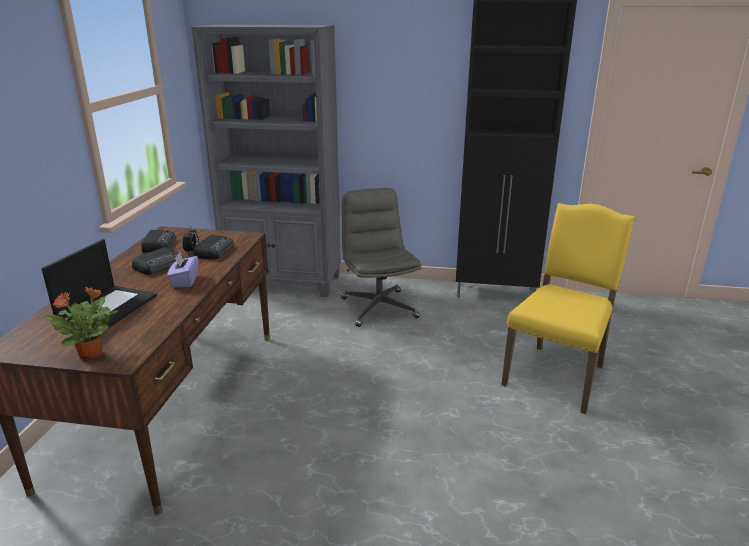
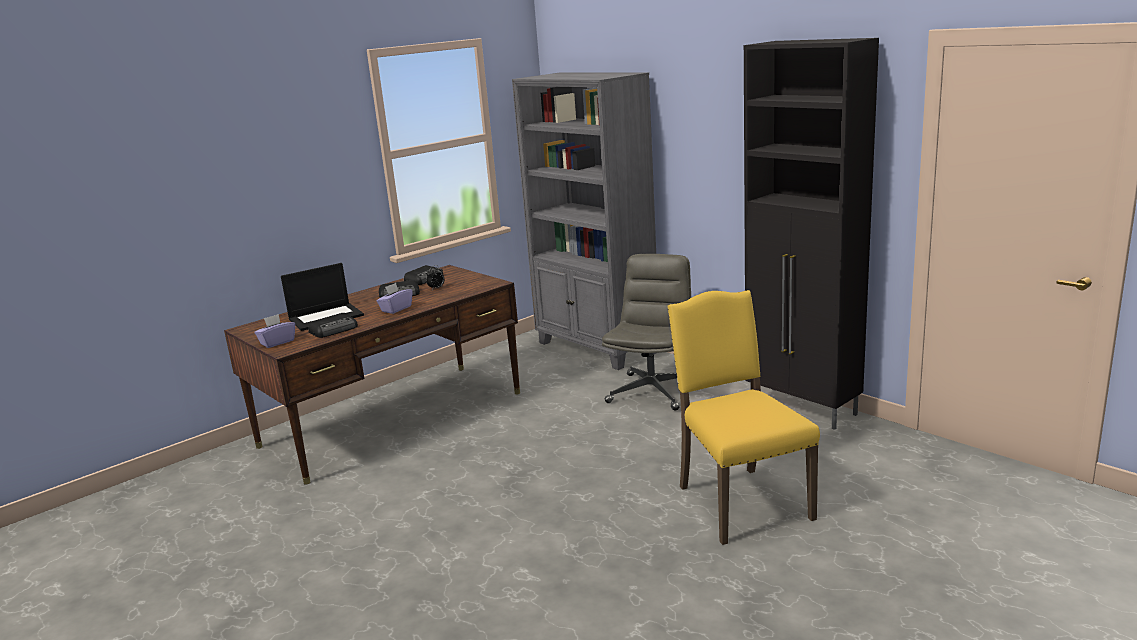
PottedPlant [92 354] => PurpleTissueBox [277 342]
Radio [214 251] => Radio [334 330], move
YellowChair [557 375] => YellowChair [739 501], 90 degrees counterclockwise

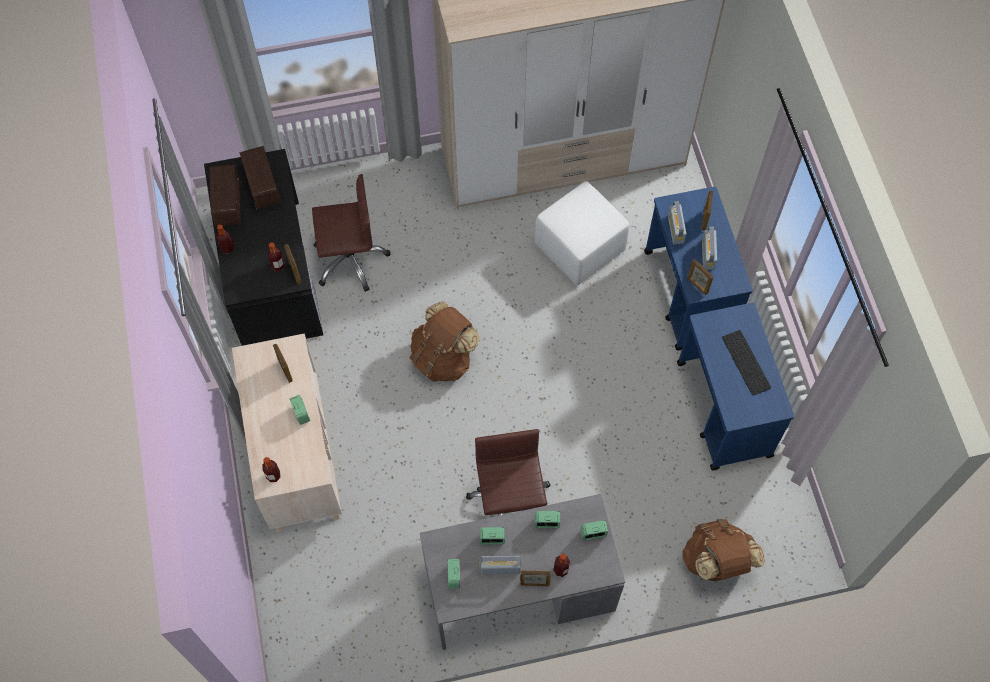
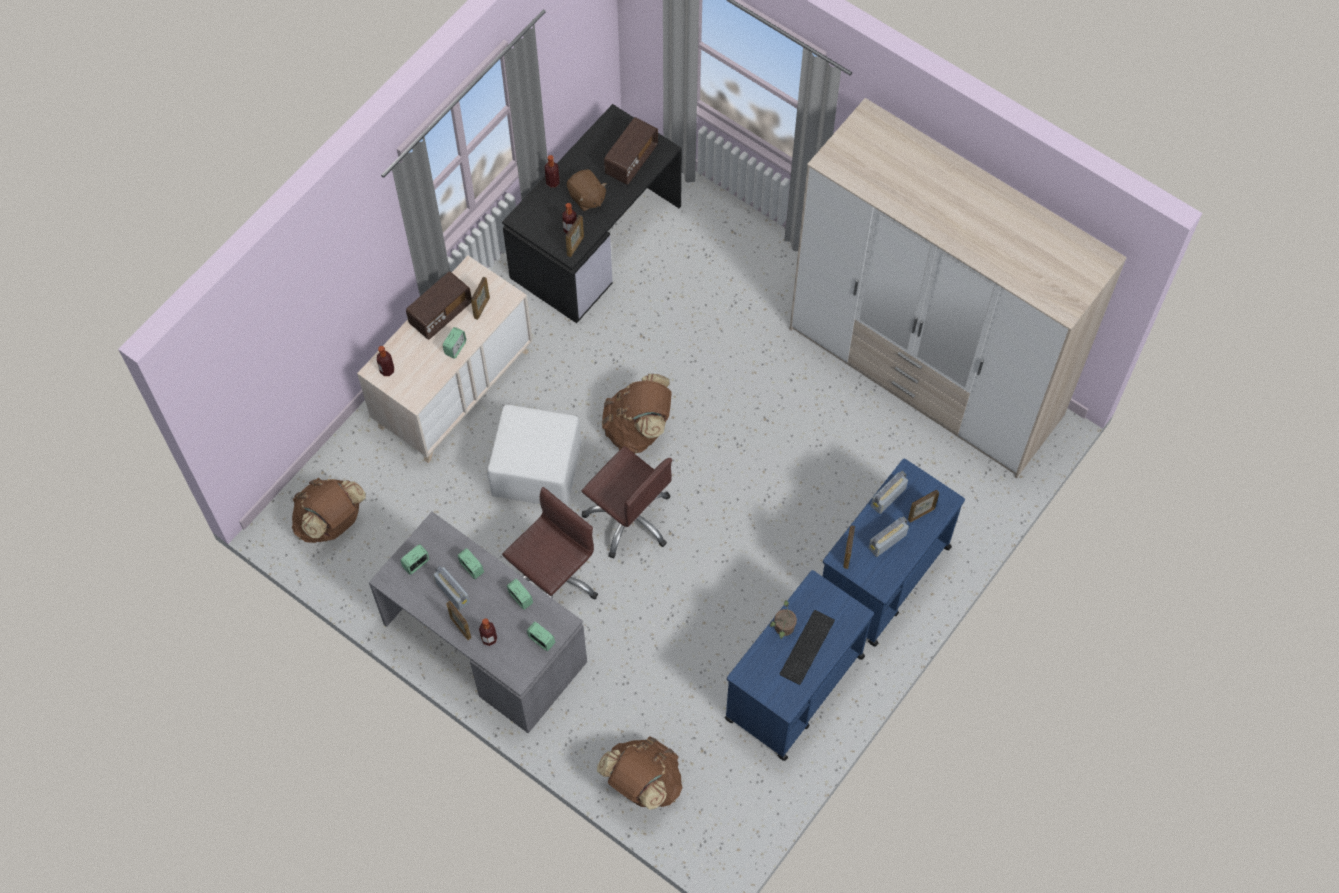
nothing => BrownBackpack [331 522]
Radio [228 203] => Radio [440 314], move
WhiteOttoman [580 247] => WhiteOttoman [538 470], move
nothing => BrownPlushToy [586 197]
BrownOfficeChair [350 259] => BrownOfficeChair [629 518], move
nothing => PottedPlant [783 629]

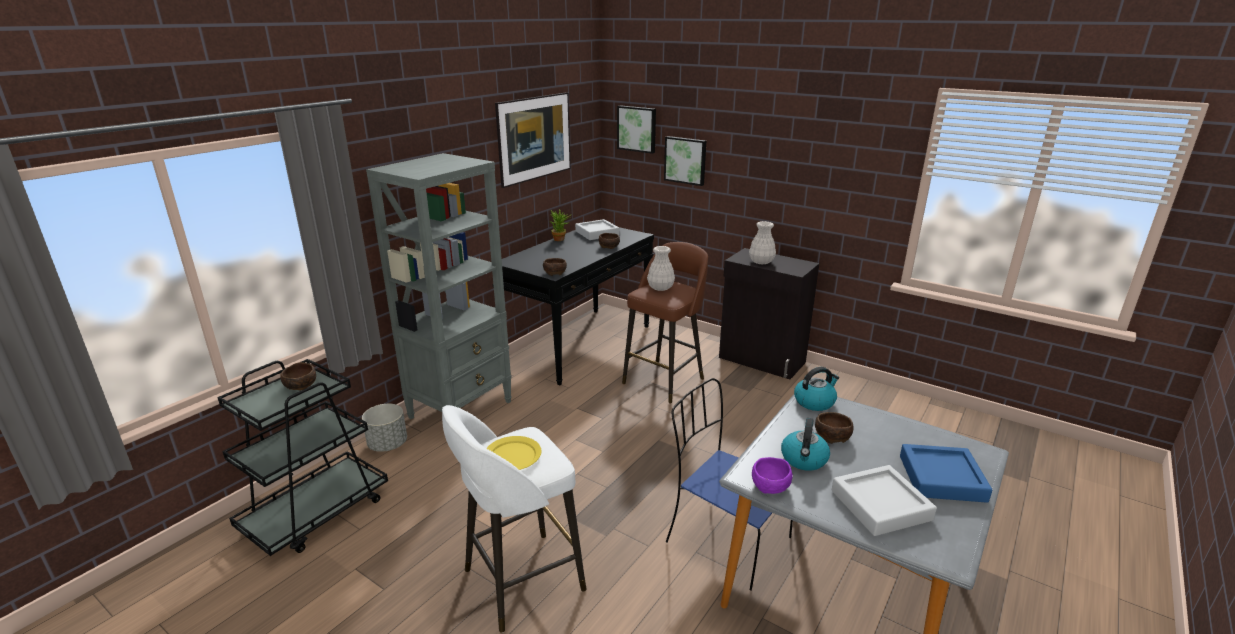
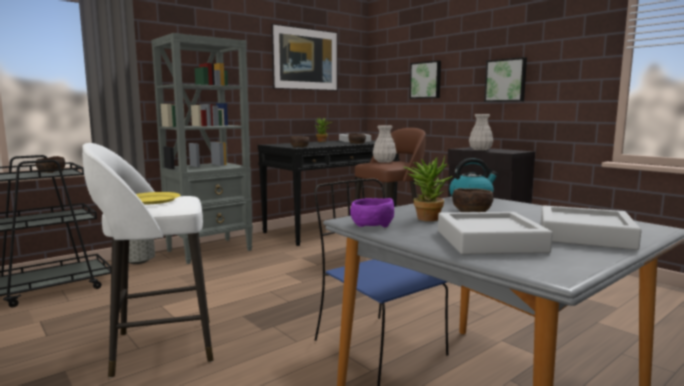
Kettle [804 460] => PottedPlant [426 217]
Picture [637 129] => Picture [506 80], move
BlueTray [941 478] => GreyTray [584 235]

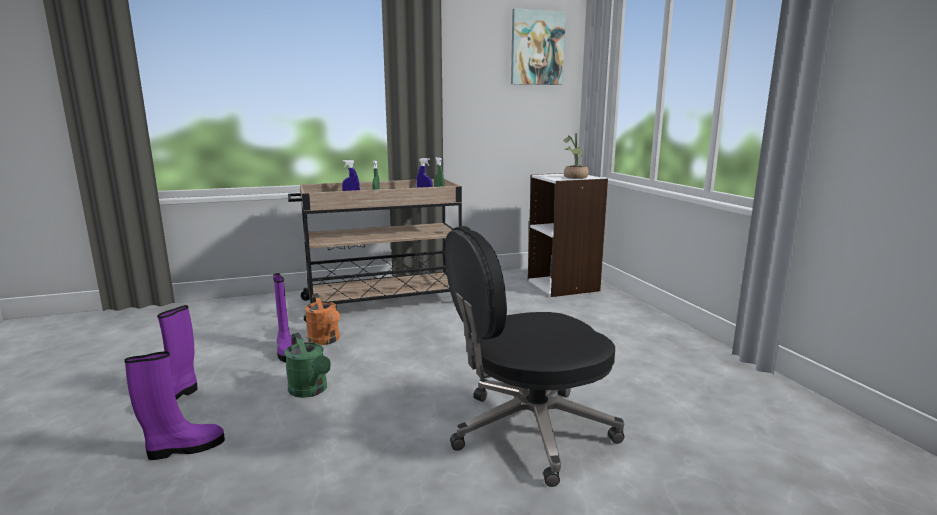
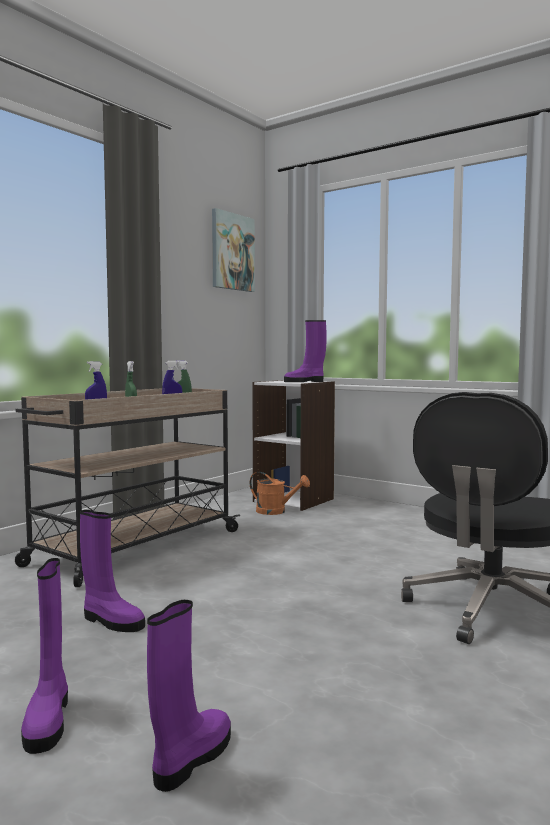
OrangeWateringCan [325 341] => OrangeWateringCan [276 511], move
PottedPlant [574 177] => PurpleBoot [305 381]
GreenWateringCan [310 391] => nothing

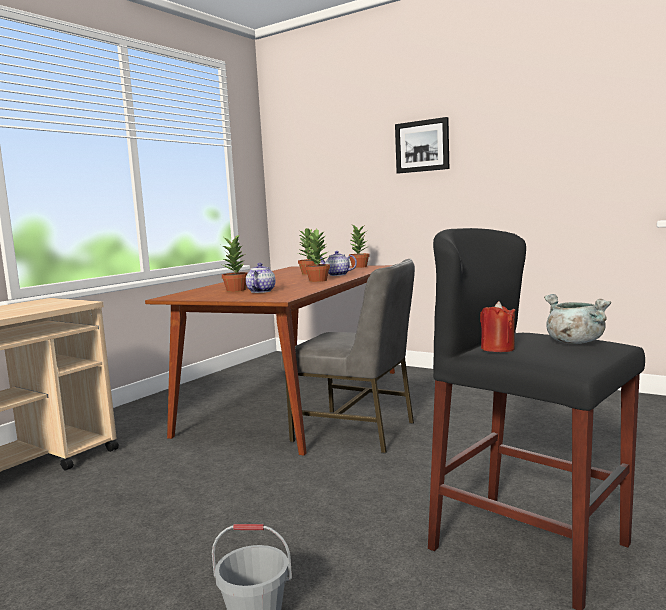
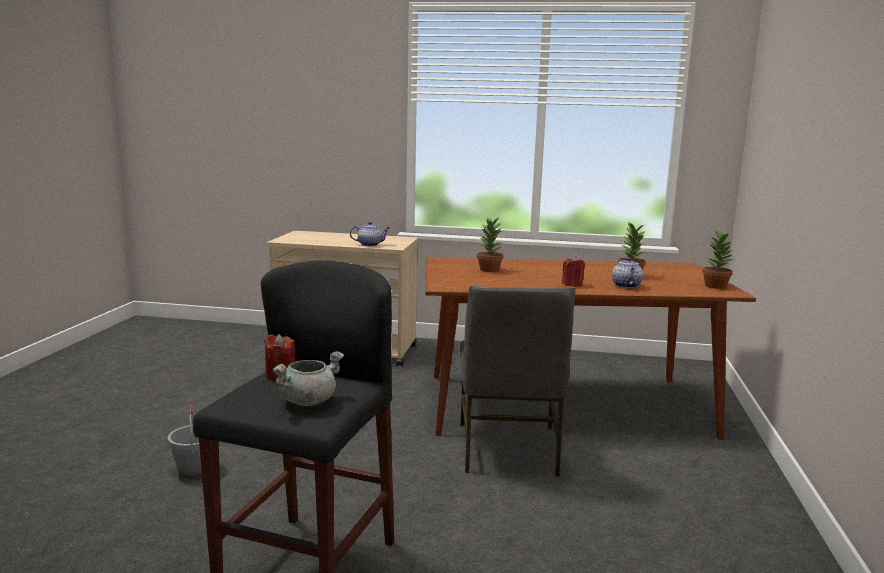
Teapot [261 291] => Teapot [370 245], move
PottedPlant [318 280] => RedCandle [572 284]
Picture [422 146] => nothing

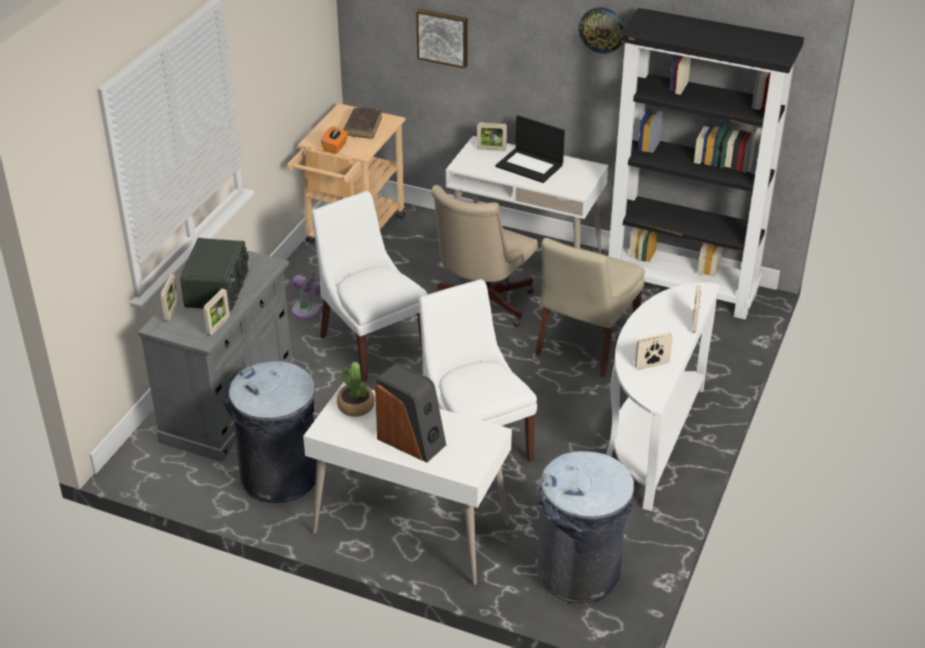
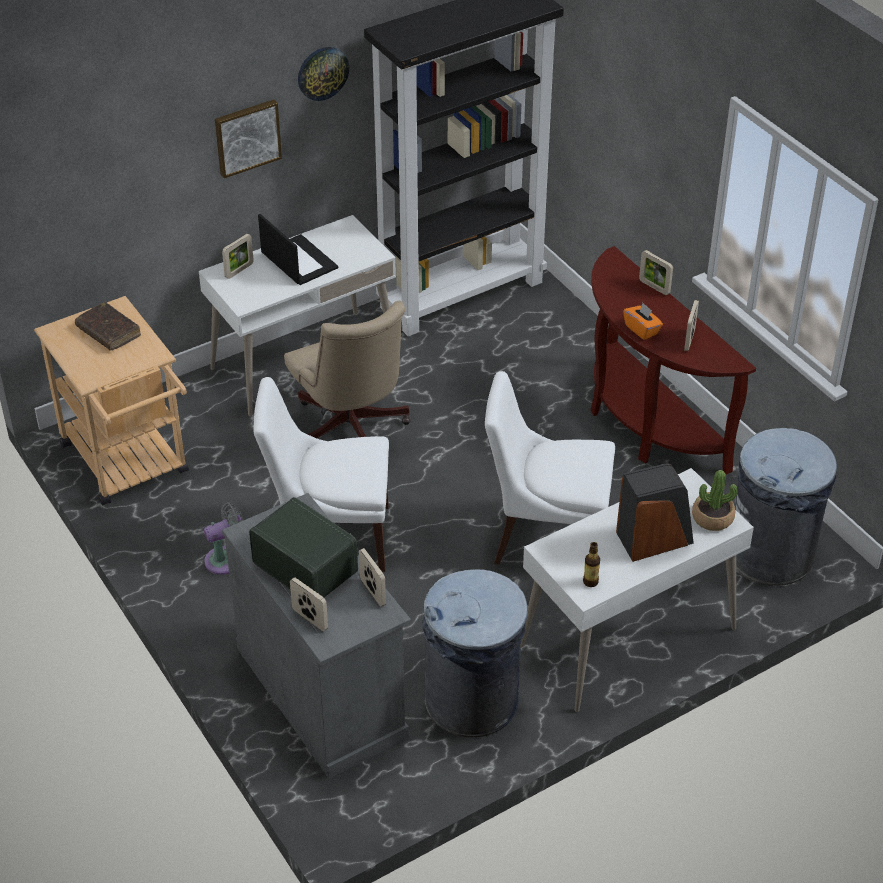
Picture [443 37] => Picture [247 137], move
Laptop [530 165] => Laptop [298 260], 105 degrees counterclockwise
nothing => Bottle [590 582]
WhiteConsoleTable [651 440] => BrownConsoleTable [645 423]
OrangeTissueBox [335 147] => OrangeTissueBox [642 329], move
PottedPlant [355 406] => PottedPlant [712 518], move
BeigeChair [585 345] => nothing

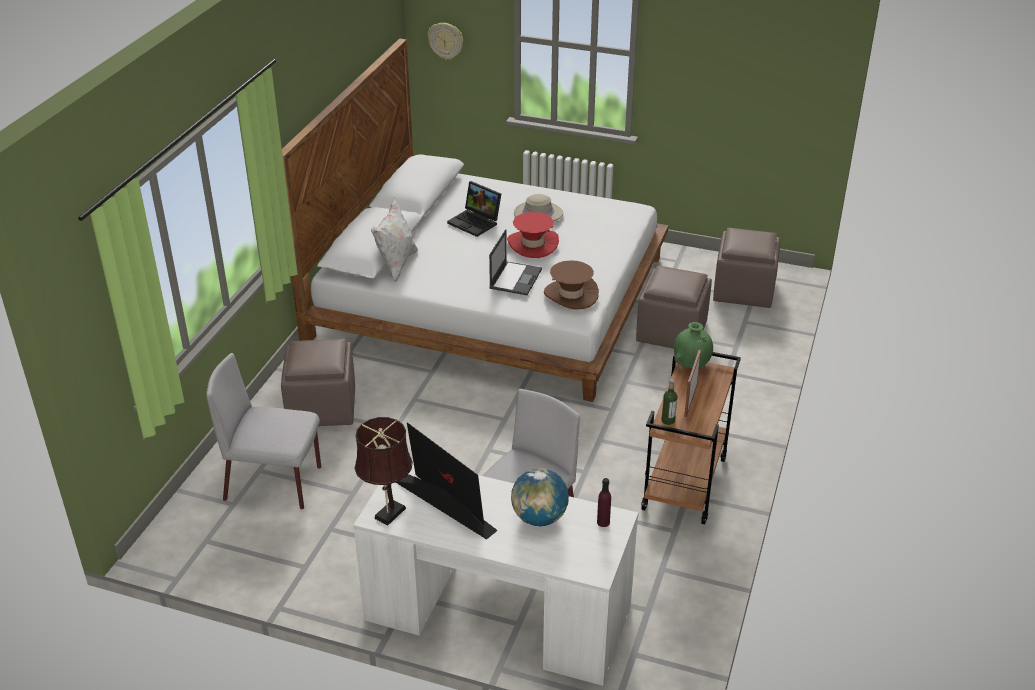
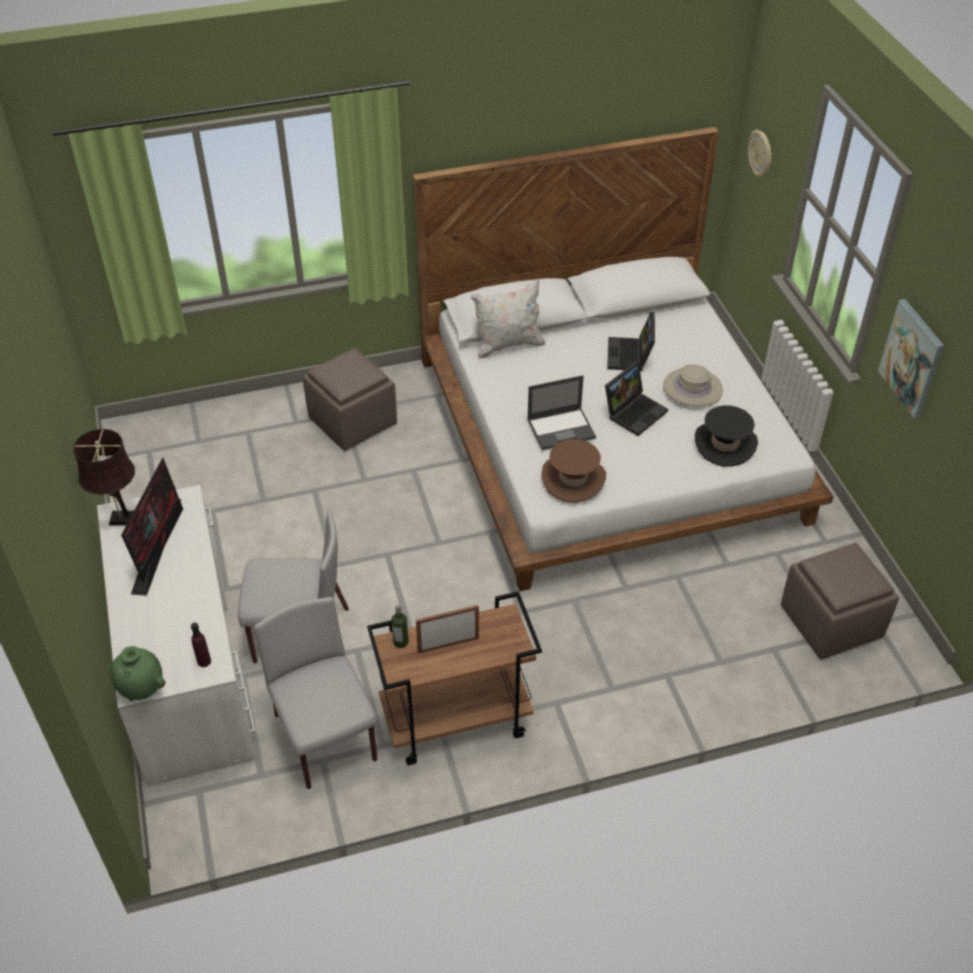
GreenVase [691 365] => GreenVase [142 690], move
GreyChair [275 483] => GreyChair [326 739], move
RedHat [533 244] => Laptop [634 411]
nothing => BlackHat [725 444]
nothing => Picture [912 358]
Globe [539 518] => nothing
BrownOttoman [671 332] => nothing

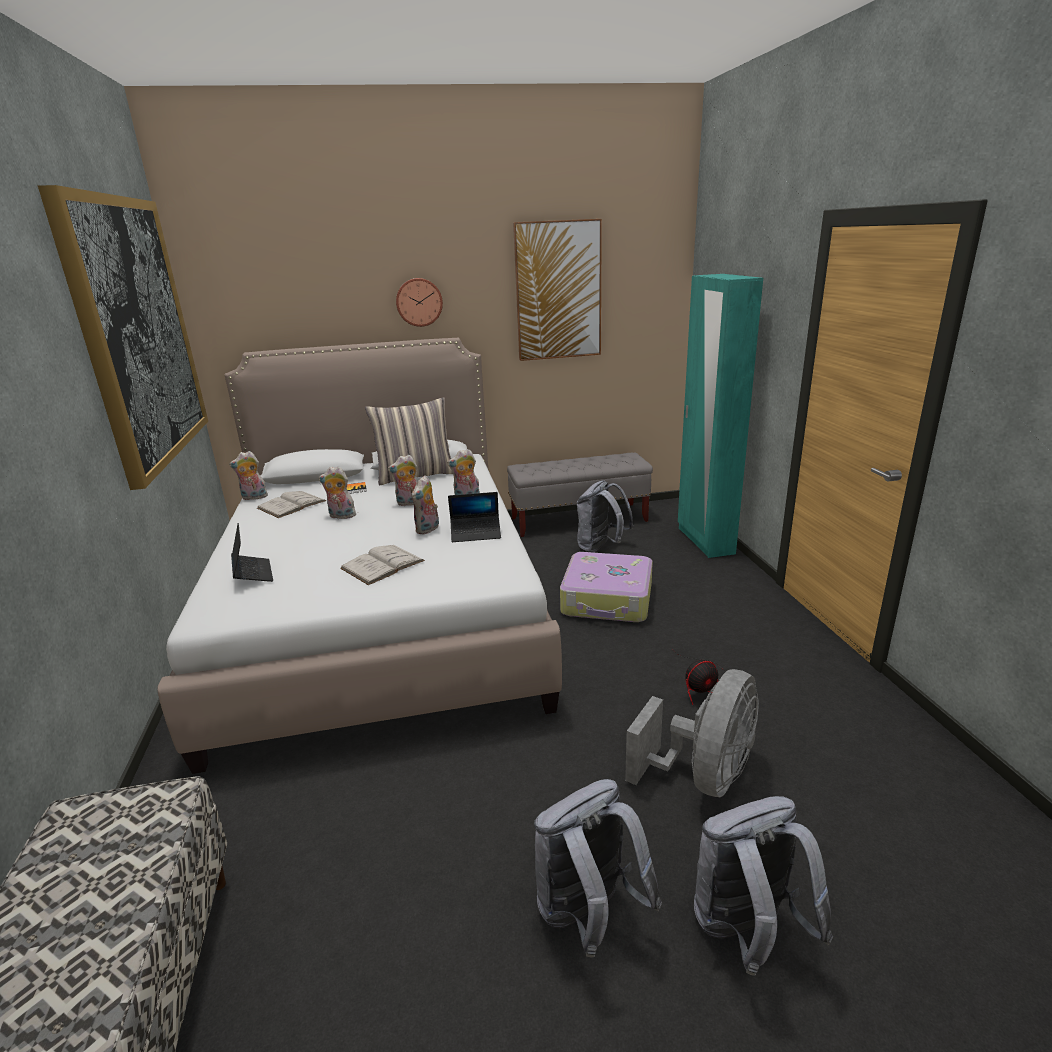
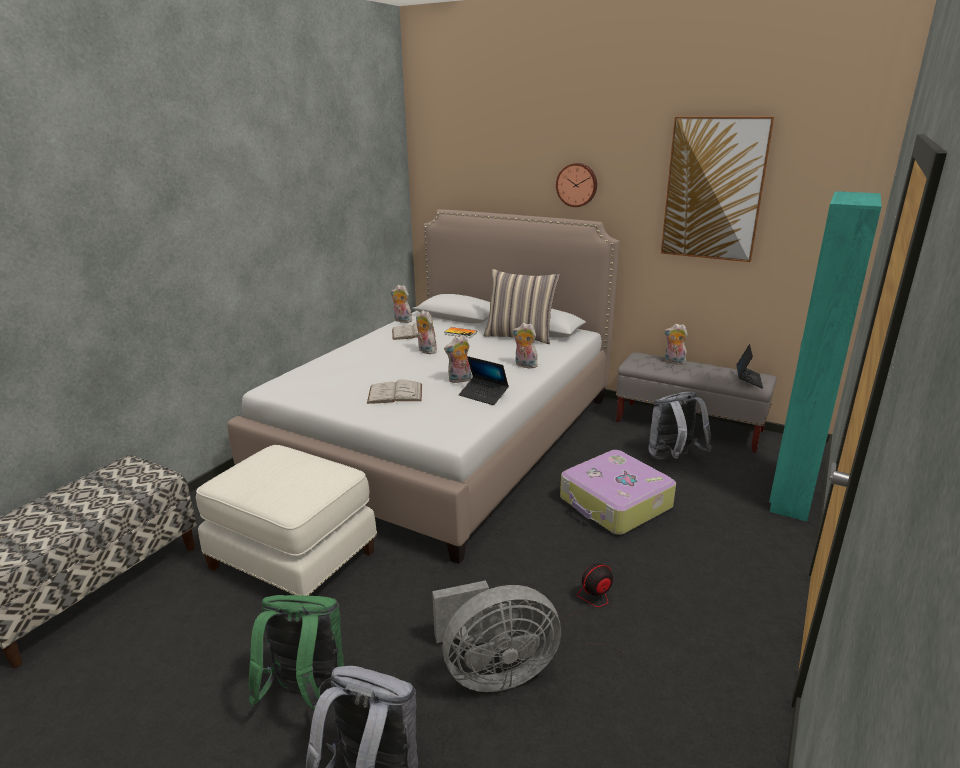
nothing => WhiteOttoman [294 558]
GreyBackpack [588 915] => GreenBackpack [307 693]
Fan [702 685] => Fan [593 610], 135 degrees clockwise
PlushToy [409 503] => PlushToy [673 362], move
Laptop [253 574] => Laptop [748 380], move
Picture [137 332] => nothing

